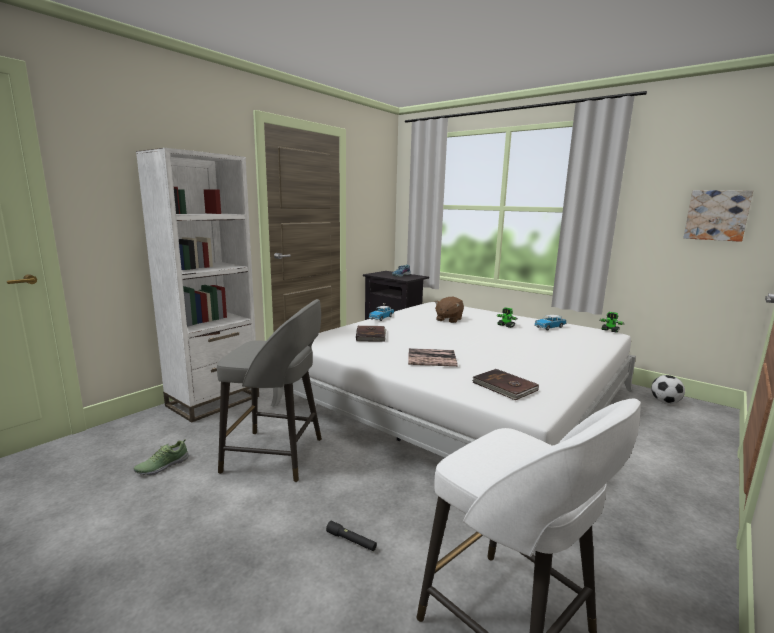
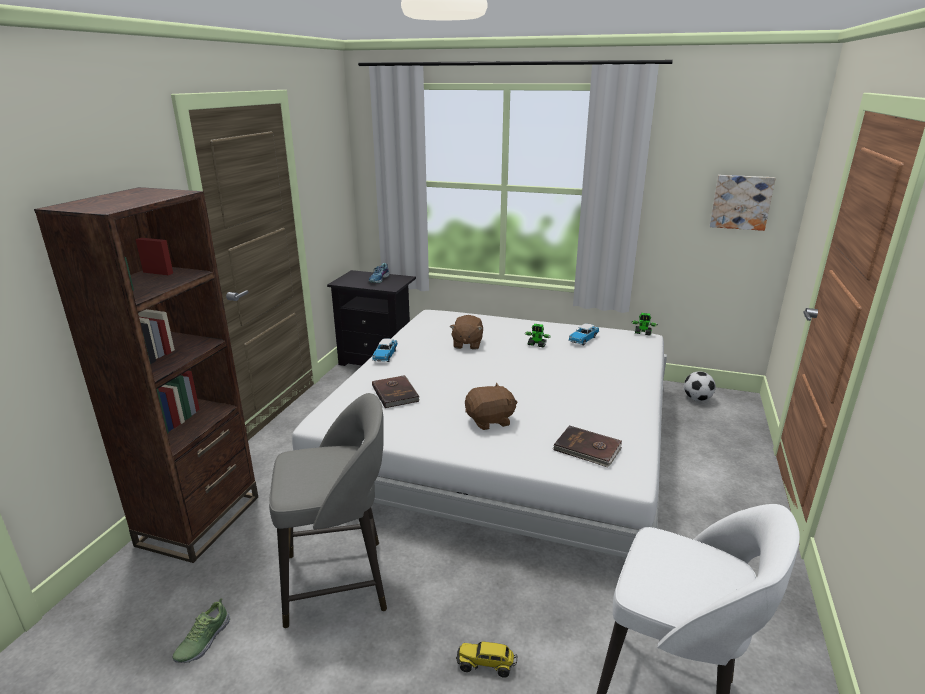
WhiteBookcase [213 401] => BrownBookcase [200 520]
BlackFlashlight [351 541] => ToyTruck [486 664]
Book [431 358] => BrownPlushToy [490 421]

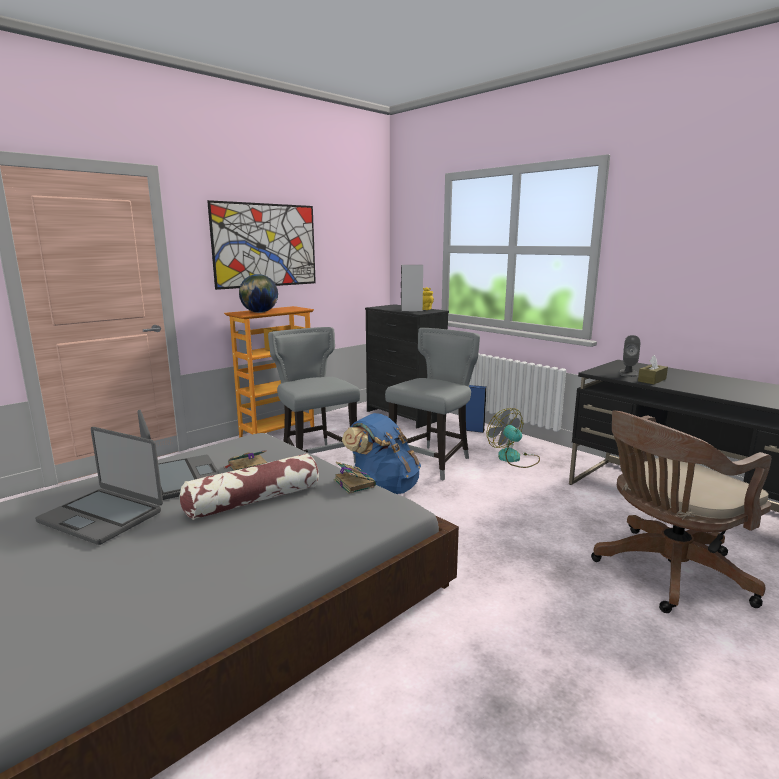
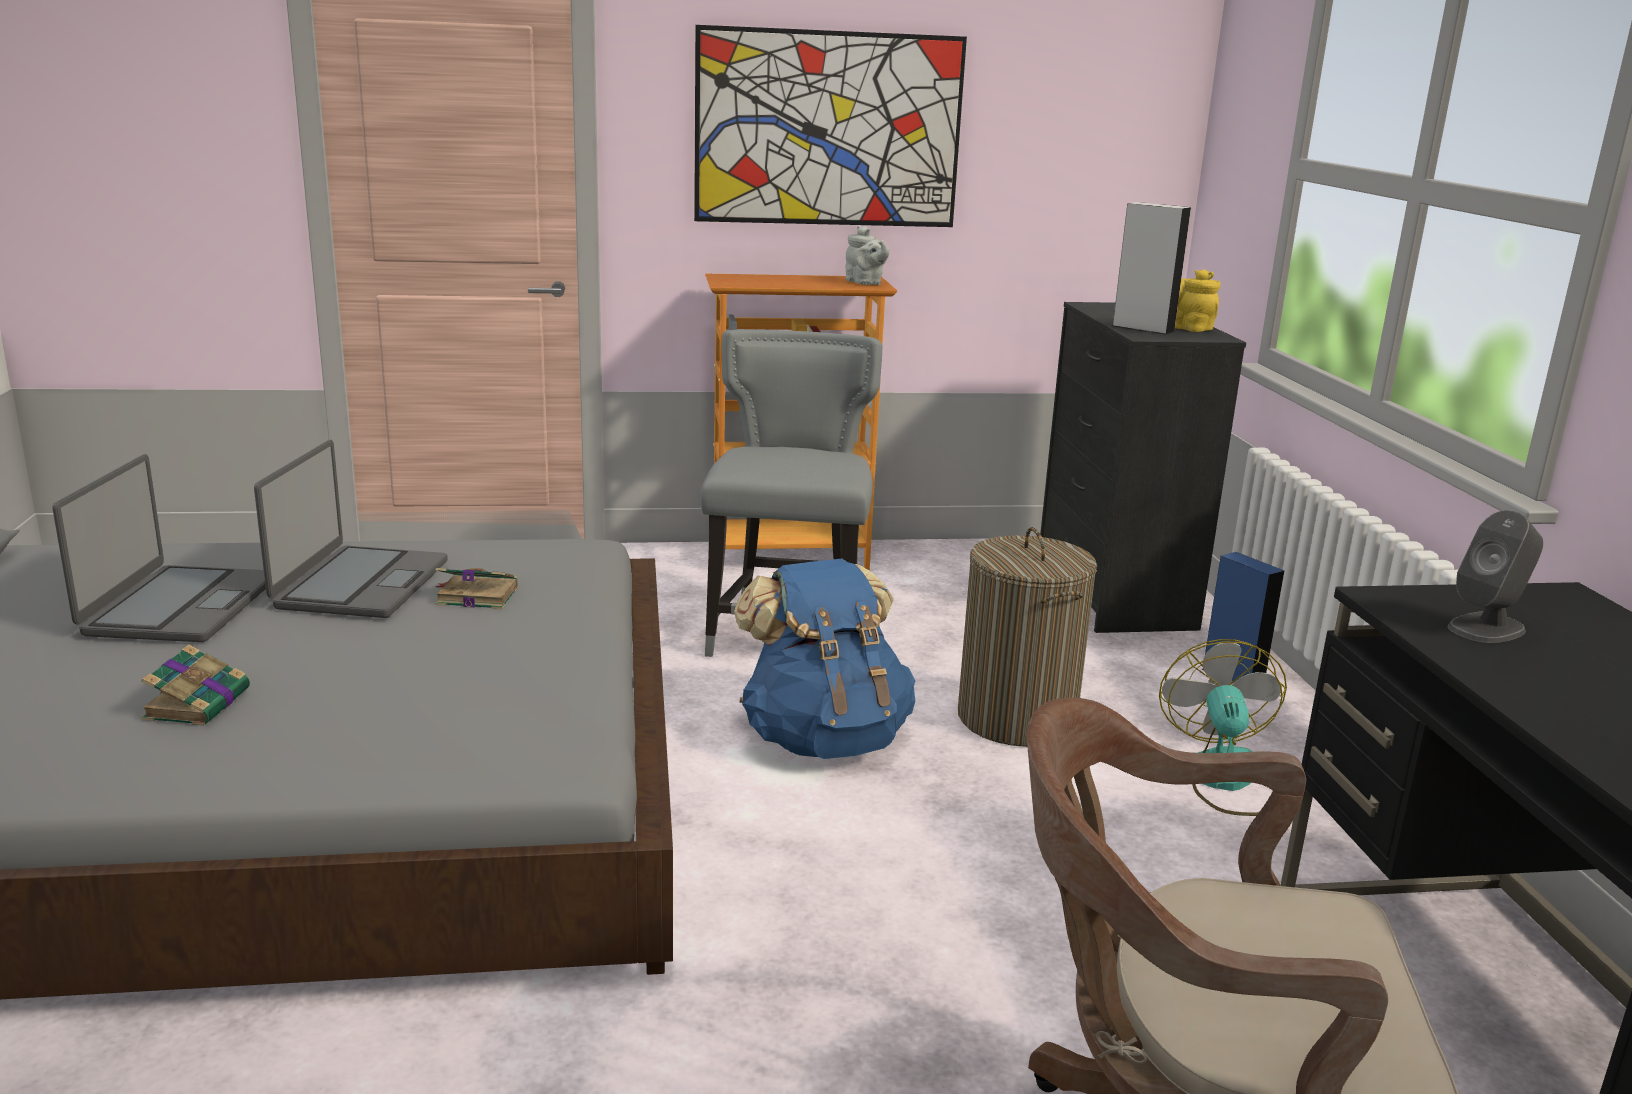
Laptop [102 516] => Laptop [179 606], 150 degrees counterclockwise
Book [354 483] => Book [199 703], move
nothing => GreyTeapot [865 283]
GreyChair [433 461] => LaundryBasket [1016 718]
Pillow [253 501] => nothing
Globe [259 312] => nothing
BrownTissueBox [652 380] => nothing

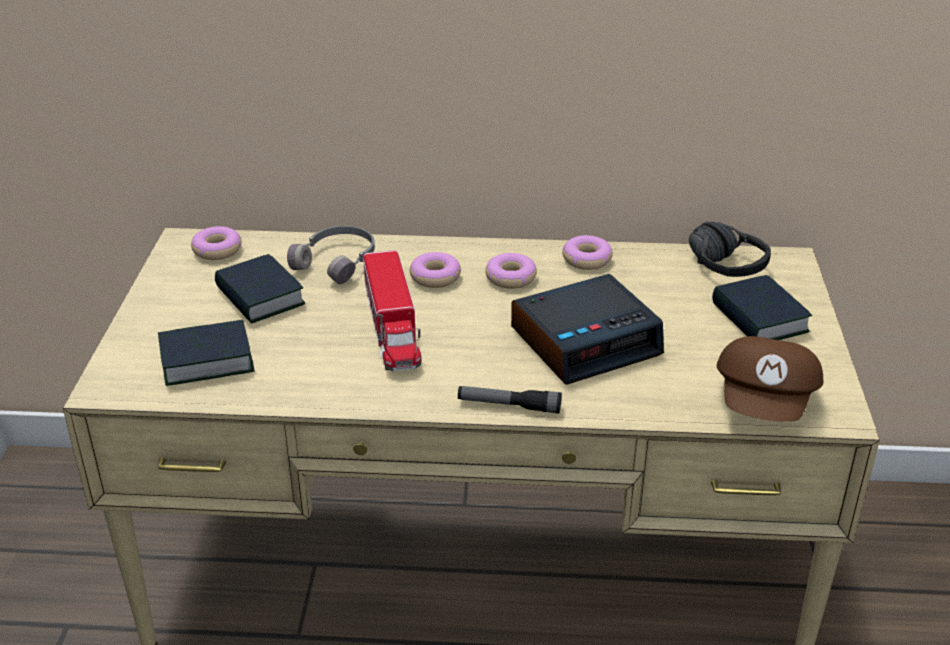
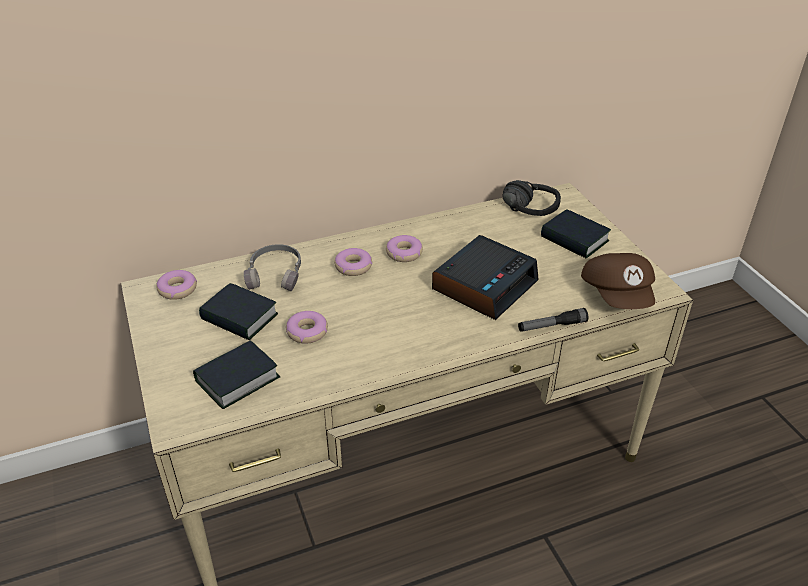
Donut [586 259] => Donut [307 332], move
Flashlight [509 406] => Flashlight [552 326], move
ToyTruck [392 328] => nothing

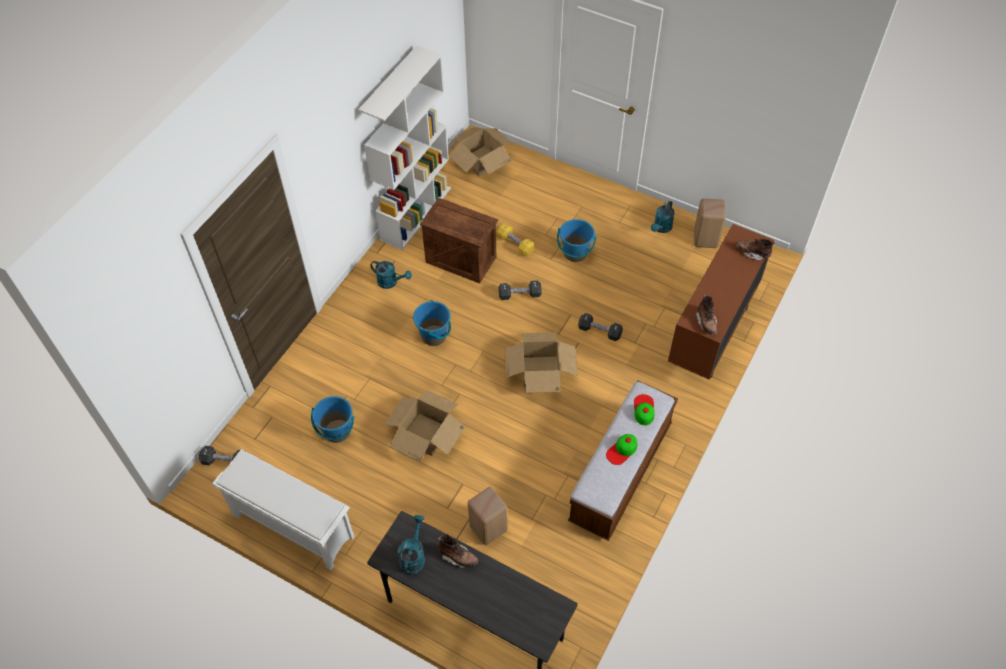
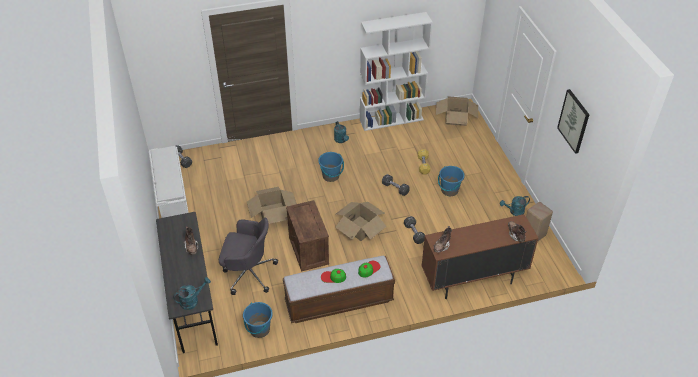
TurquoiseWateringCan [413 556] => TurquoiseWateringCan [192 300], move
BeigeStool [489 528] => GreyOfficeChair [248 273]
BlueBucket [337 431] => BlueBucket [259 329], move
Crate [460 260] => Crate [308 250], move
nothing => Picture [574 121]

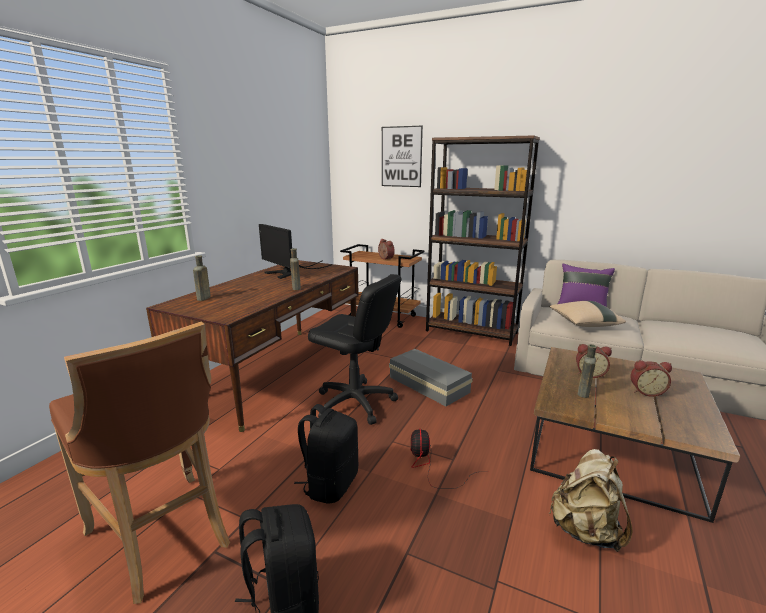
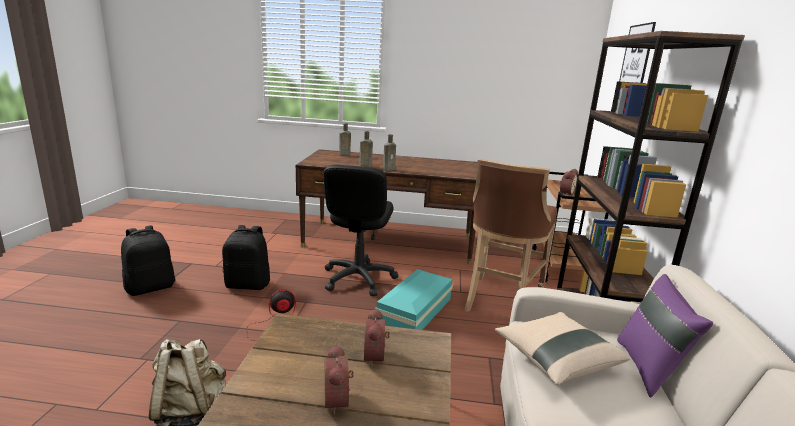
BrownBottle [583 394] => BrownBottle [364 165], move
GreyStorageBox [428 384] => TurquoiseStorageBox [416 310]
BrownStool [164 538] => BrownStool [500 302], move
Monitor [289 272] => nothing

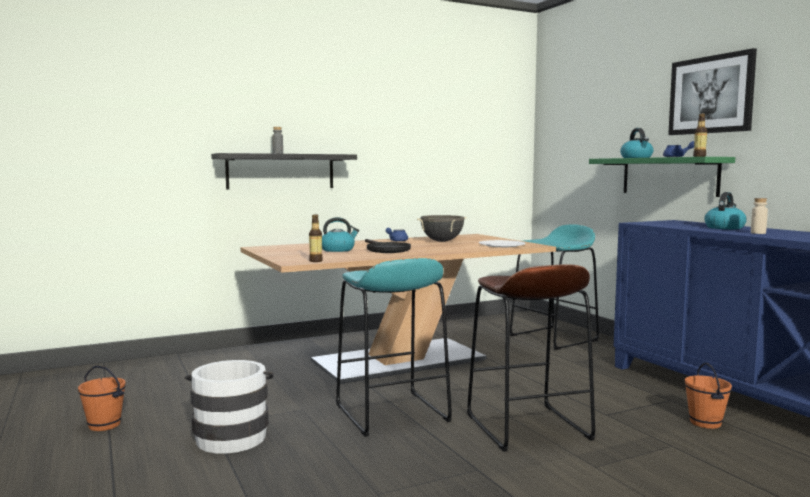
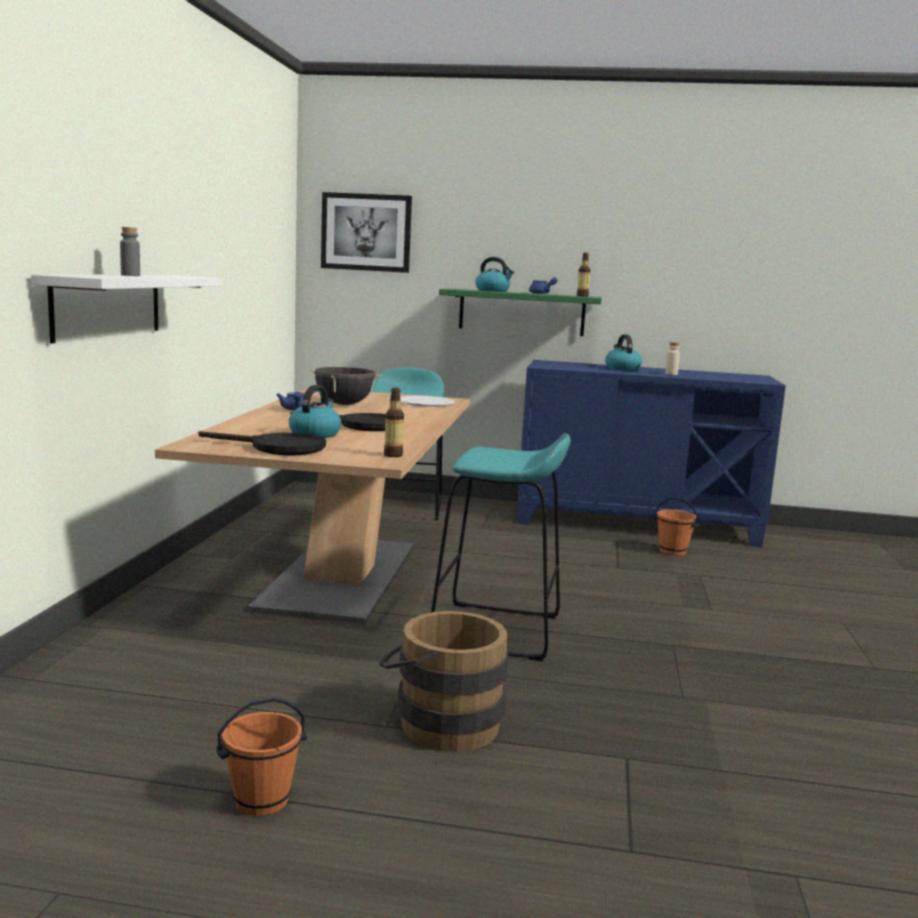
BlackShelf [281 171] => WhiteShelf [108 305]
nothing => BlackFryingPan [278 448]
Picture [711 95] => Picture [366 232], move
WhiteBucket [232 435] => BrownBucket [440 723]
BrownStool [527 427] => nothing

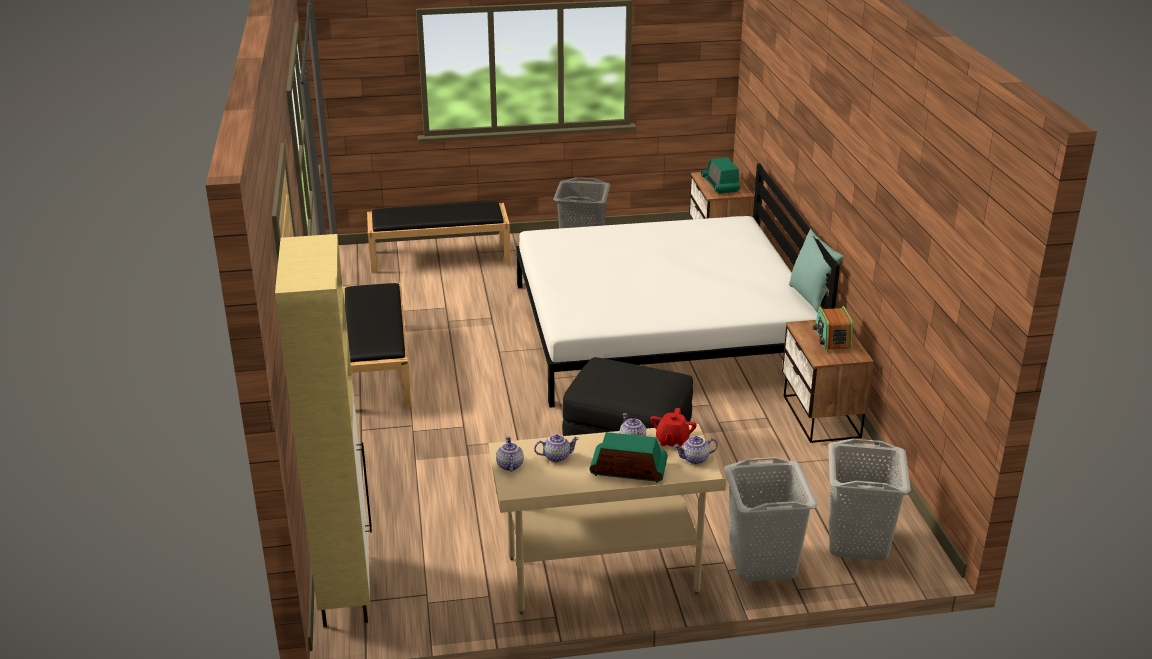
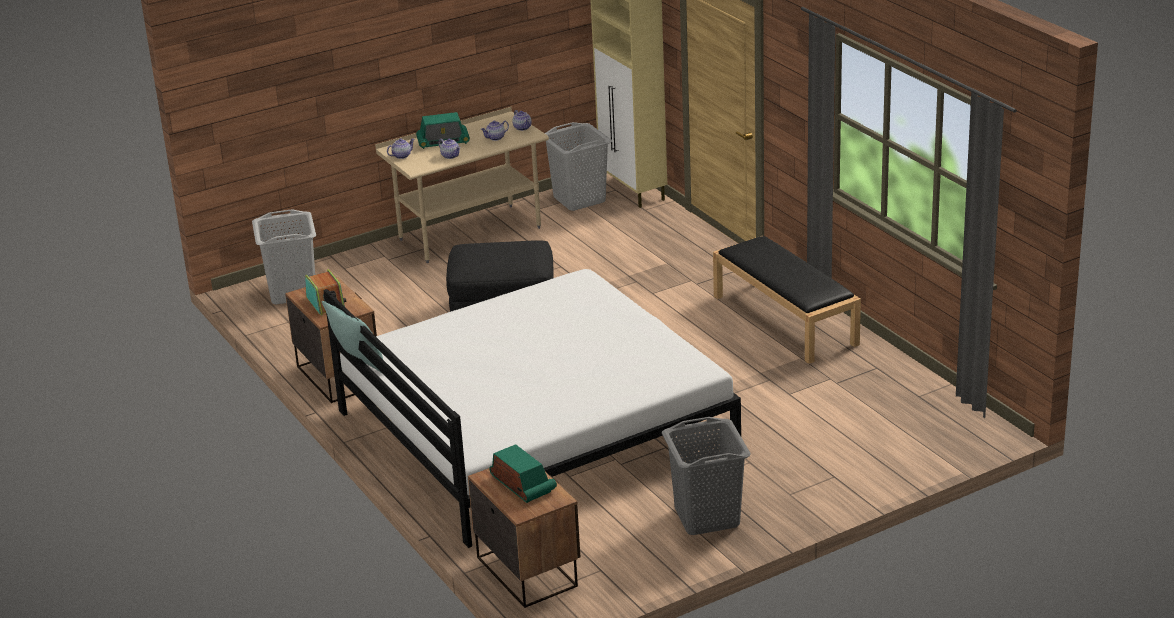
GreyLaundryBasket [762 562] => GreyLaundryBasket [579 199], move
BlackBench [440 256] => nothing
RedTeapot [672 441] => nothing

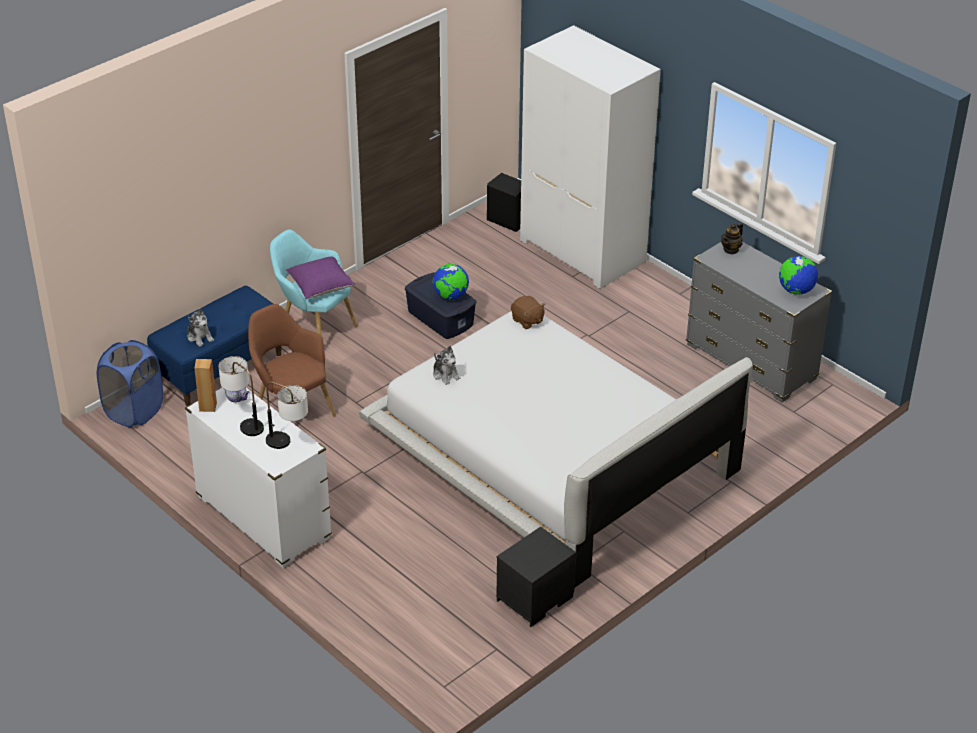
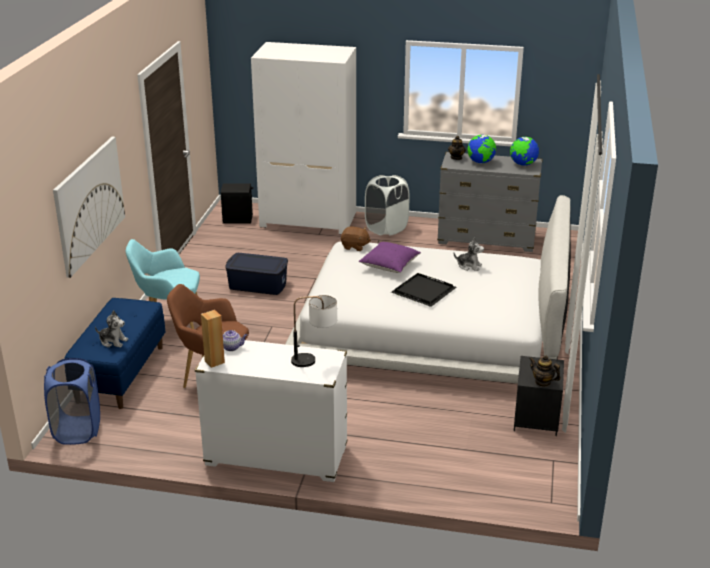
nothing => Picture [89 204]
PurplePillow [321 286] => PurplePillow [389 266], move
nothing => WhiteLaundryBasket [386 228]
nothing => BlackTray [422 291]
PlushToy [445 375] => PlushToy [469 266], move
Globe [451 296] => Globe [480 162], move
nothing => Teapot [542 382]
TableLamp [244 422] => nothing

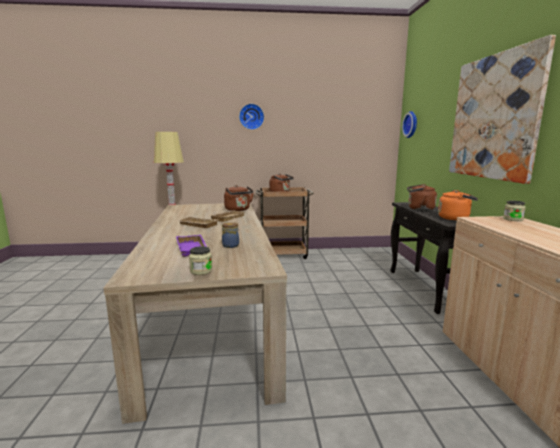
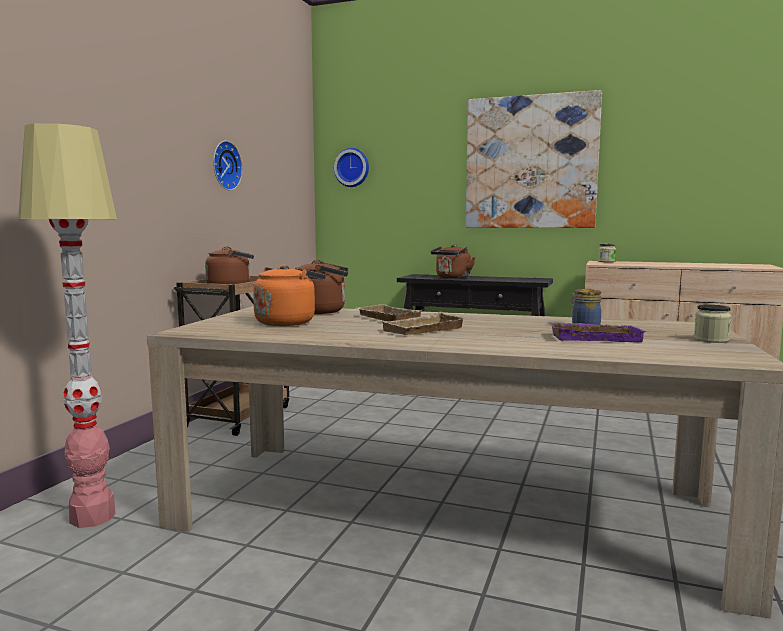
WallClock [251 116] => WallClock [224 165], move
OrangeKettle [455 218] => OrangeKettle [287 322], move

